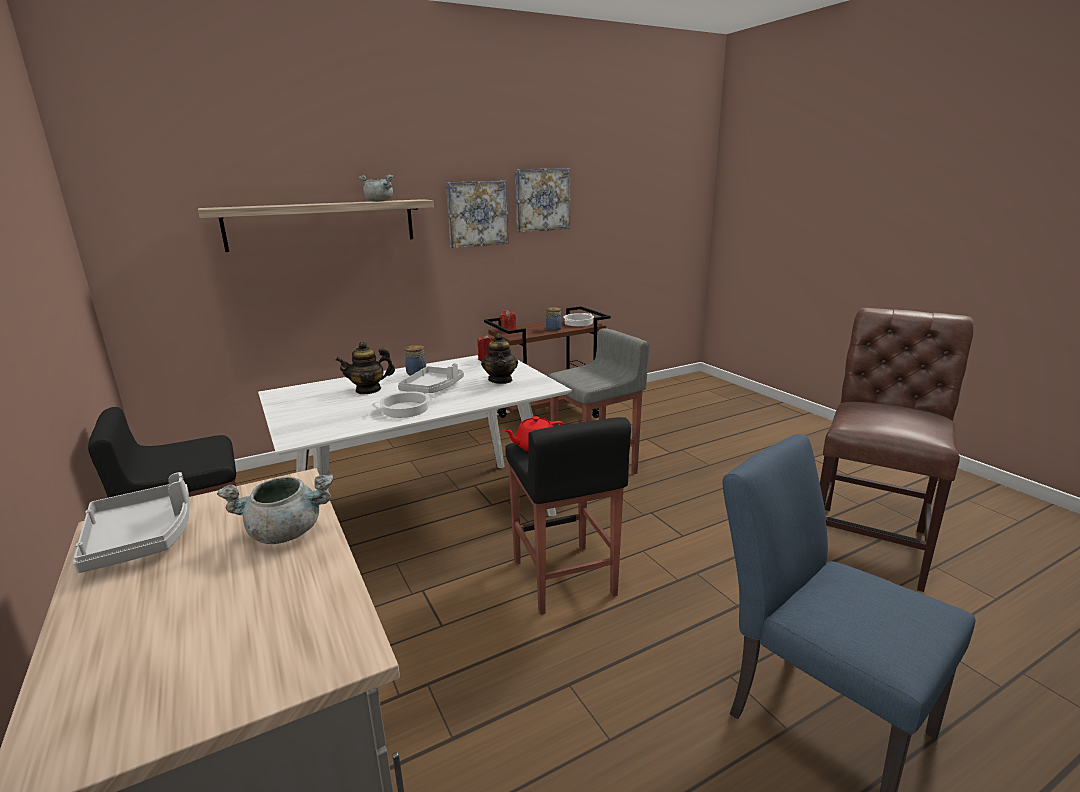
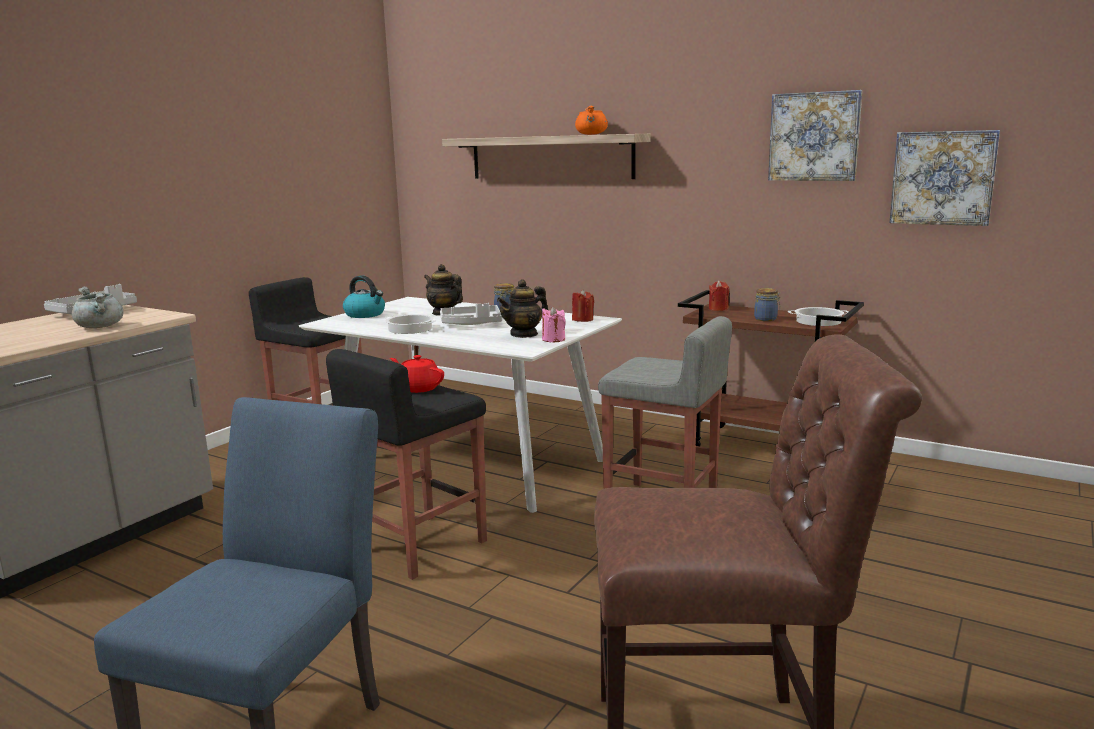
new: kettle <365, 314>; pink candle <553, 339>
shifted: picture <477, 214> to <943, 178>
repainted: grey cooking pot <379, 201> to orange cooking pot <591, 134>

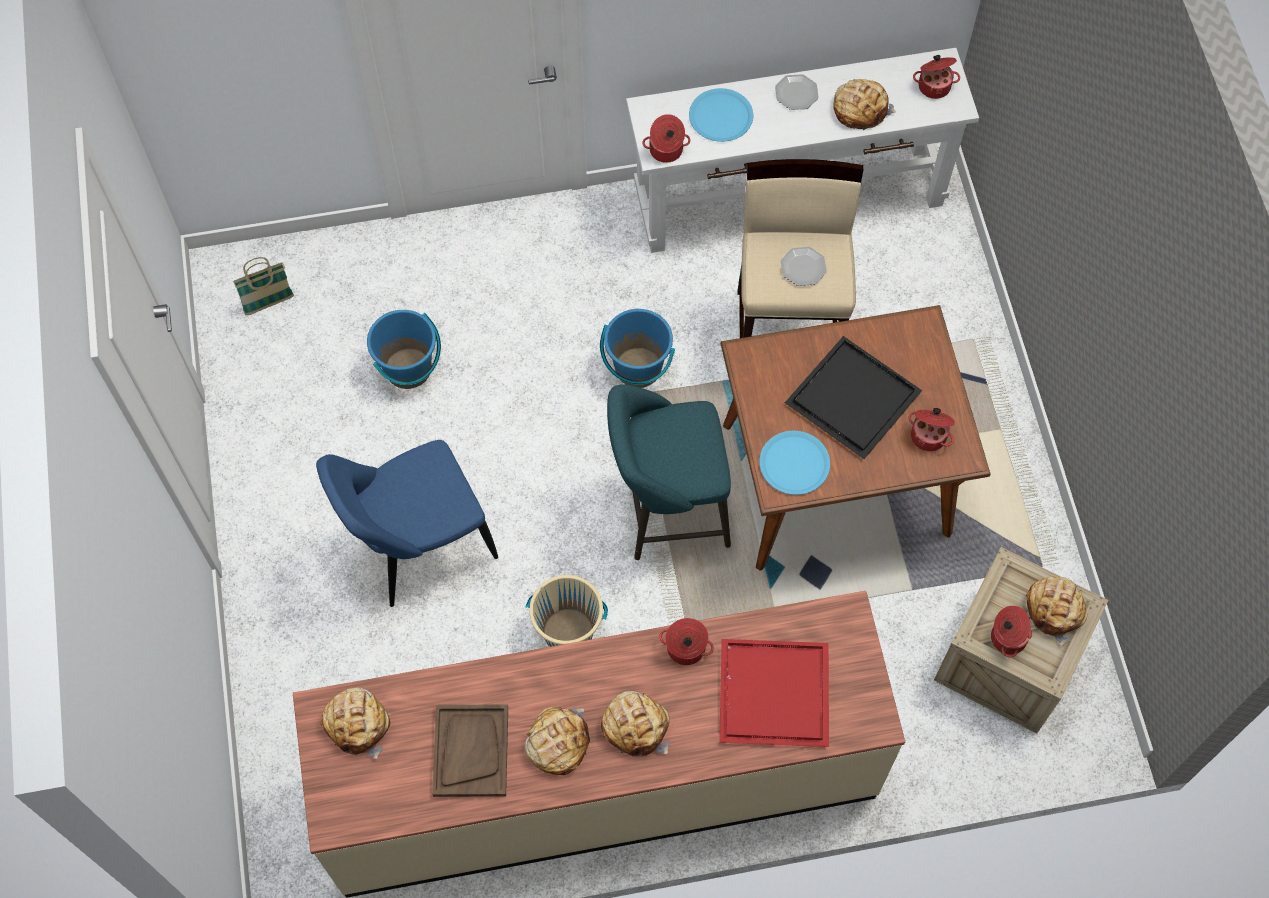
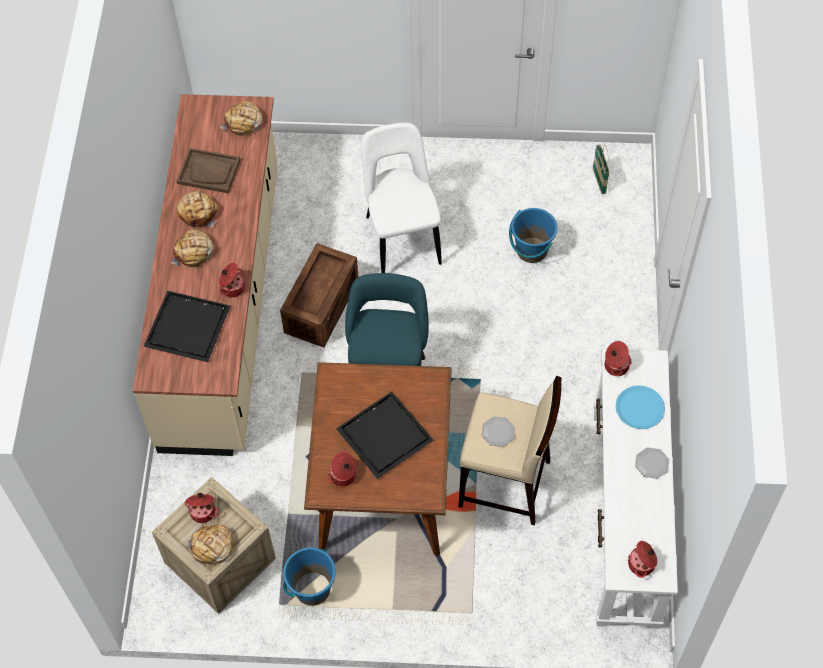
gone: bread <860, 108>; blue plate <794, 463>
shifted: blue bucket <638, 368> to <312, 589>
swapped: beige bucket <568, 631> to crate <321, 307>
repainted: blue chair <418, 547> to white chair <402, 237>; red tray <772, 691> to black tray <189, 326>

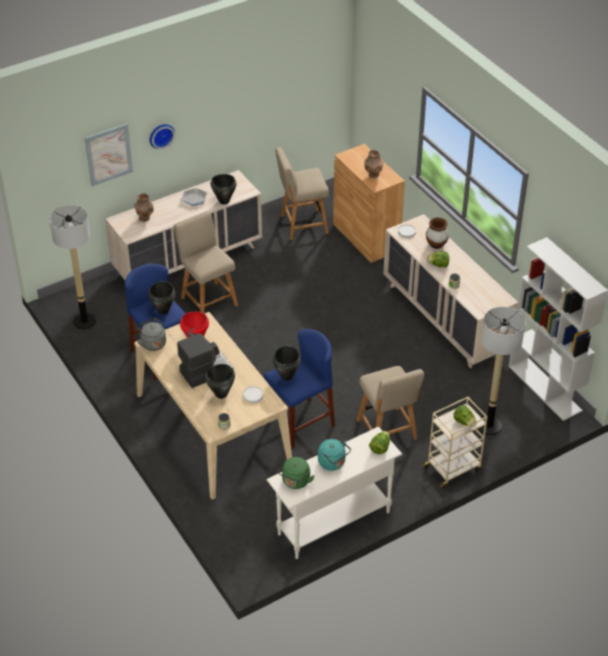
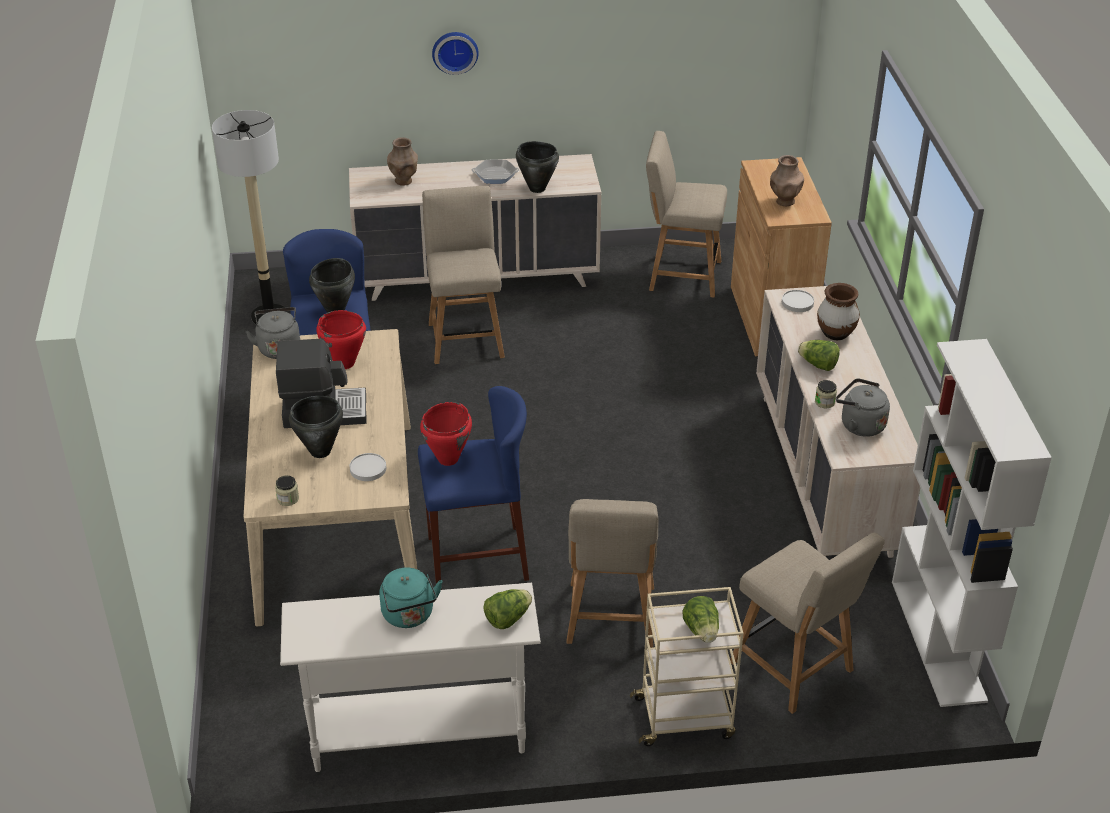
gone: picture <108, 154>; green kettle <295, 482>
new: grey kettle <859, 425>
swapped: floor lamp <489, 426> to beige chair <795, 670>
repainted: black cooking pot <287, 376> to red cooking pot <448, 459>

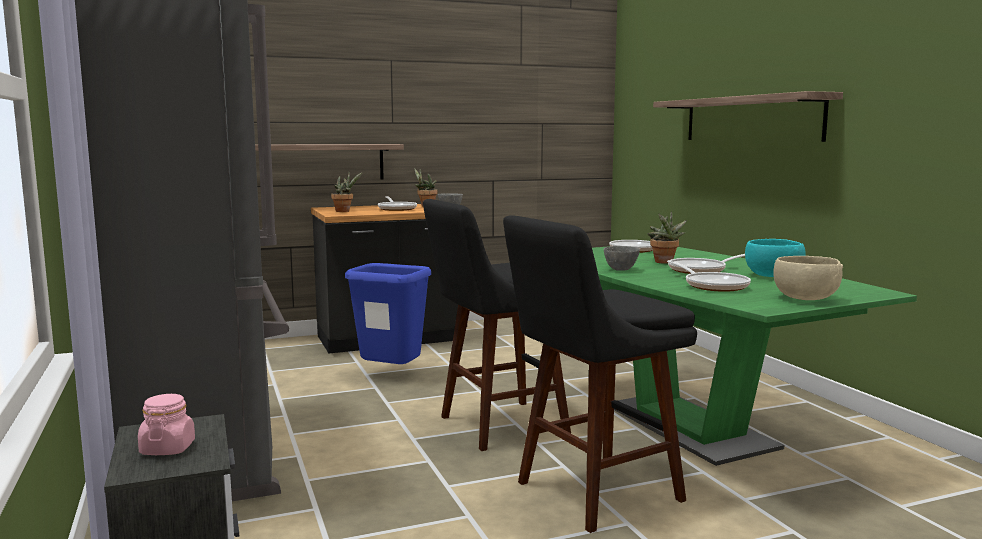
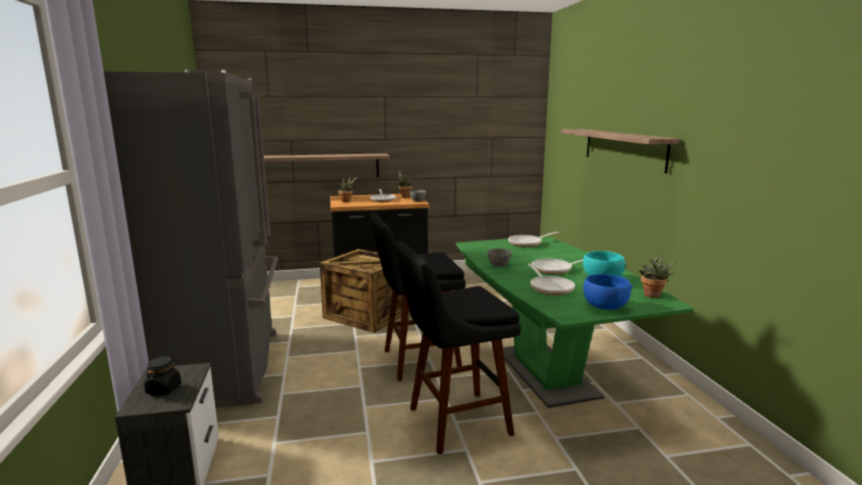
shifted: potted plant <664, 262> to <652, 296>
swapped: blue trash can <391, 376> to crate <367, 314>
repainted: beige bowl <805, 299> to blue bowl <605, 307>; pink jar <168, 448> to black jar <163, 389>

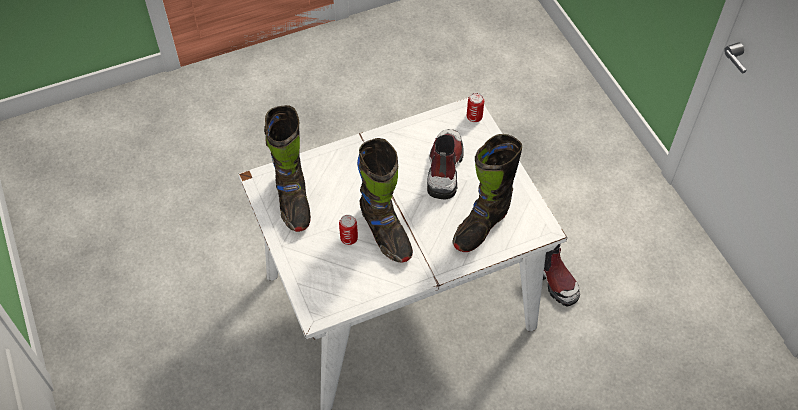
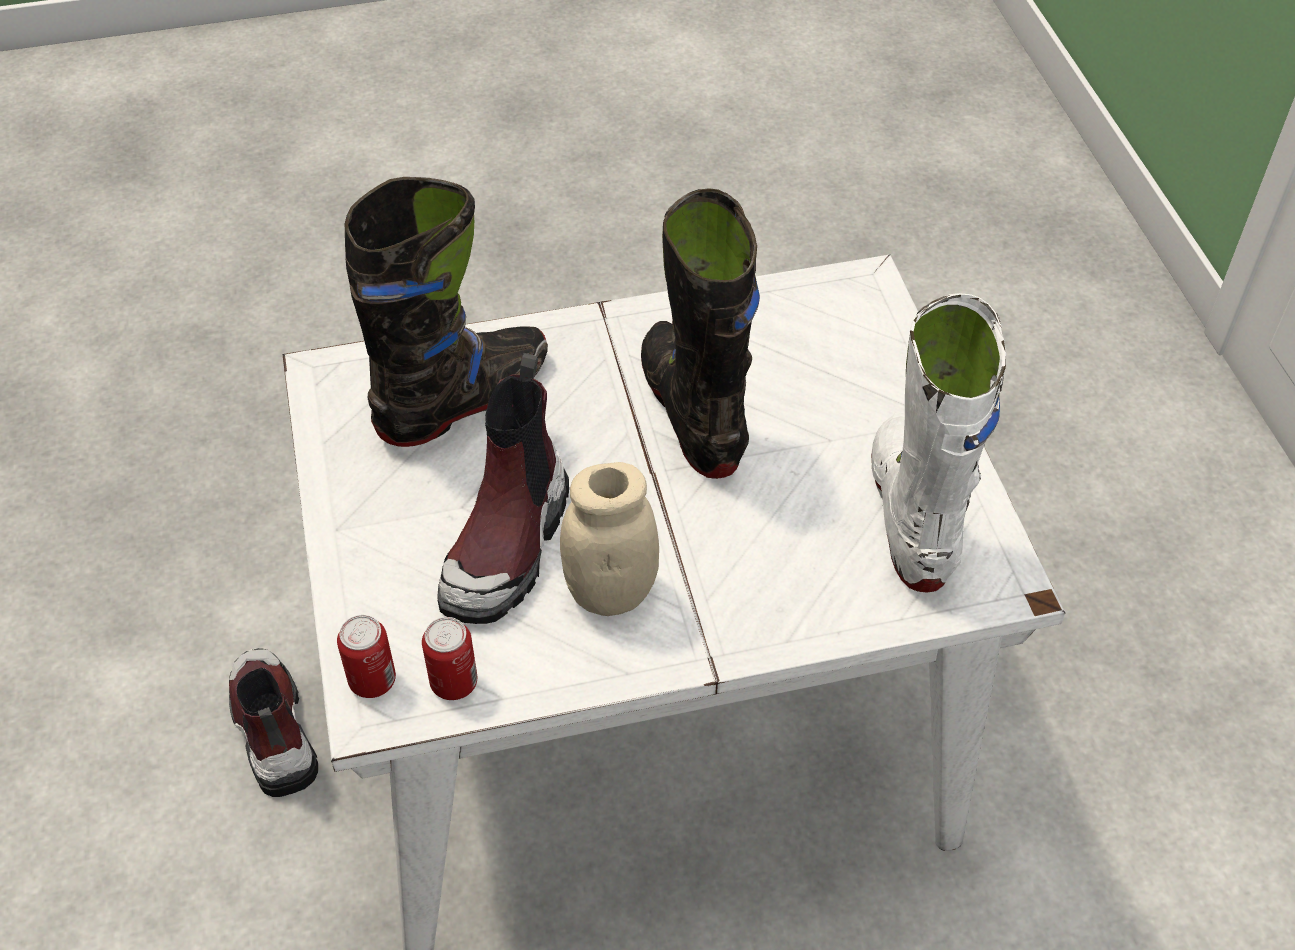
new: beige jar <611, 592>
shifted: can <349, 238> to <454, 683>
repainted: black boot <293, 201> to white boot <913, 515>

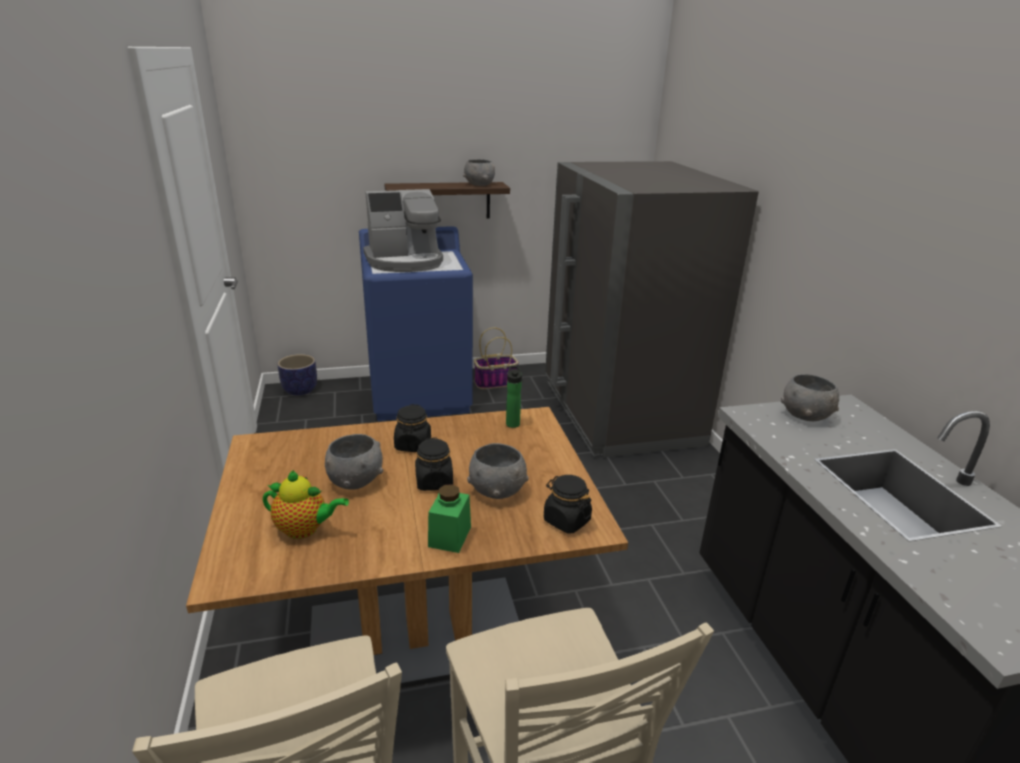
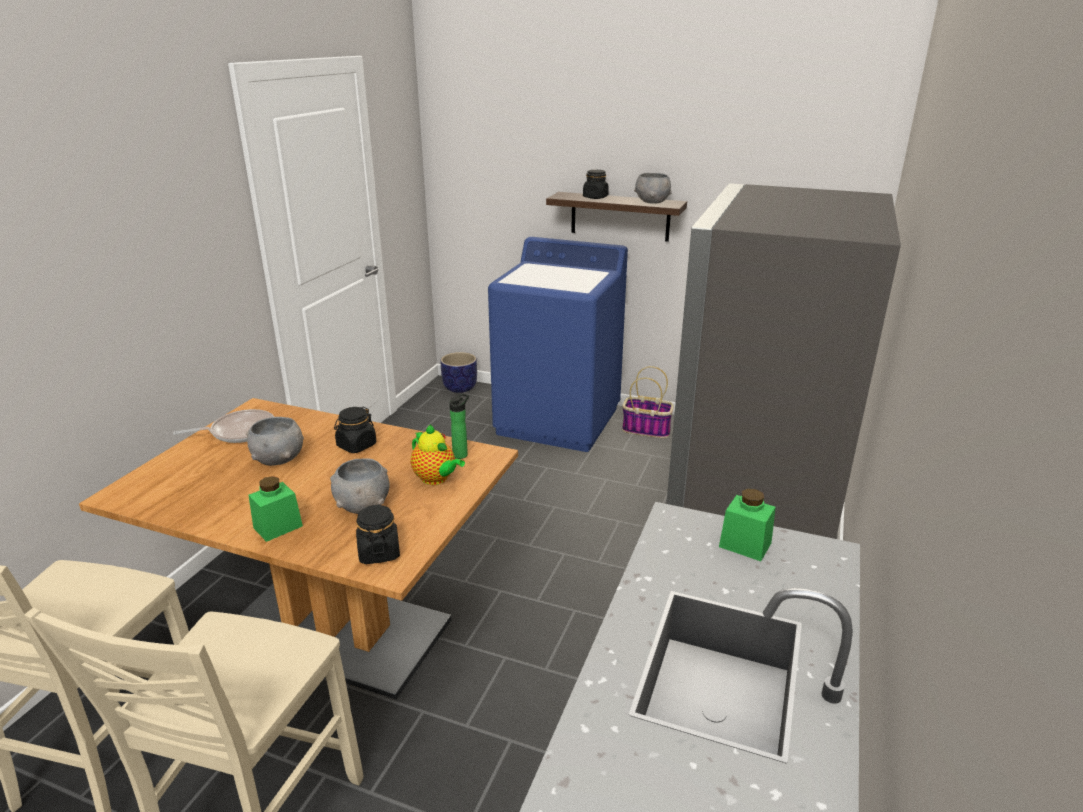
gone: coffee machine <405, 261>
new: frying pan <239, 432>
shifted: black jar <434, 482> to <595, 197>; teapot <305, 529> to <436, 479>
swapped: grey bowl <805, 416> to green jar <745, 545>

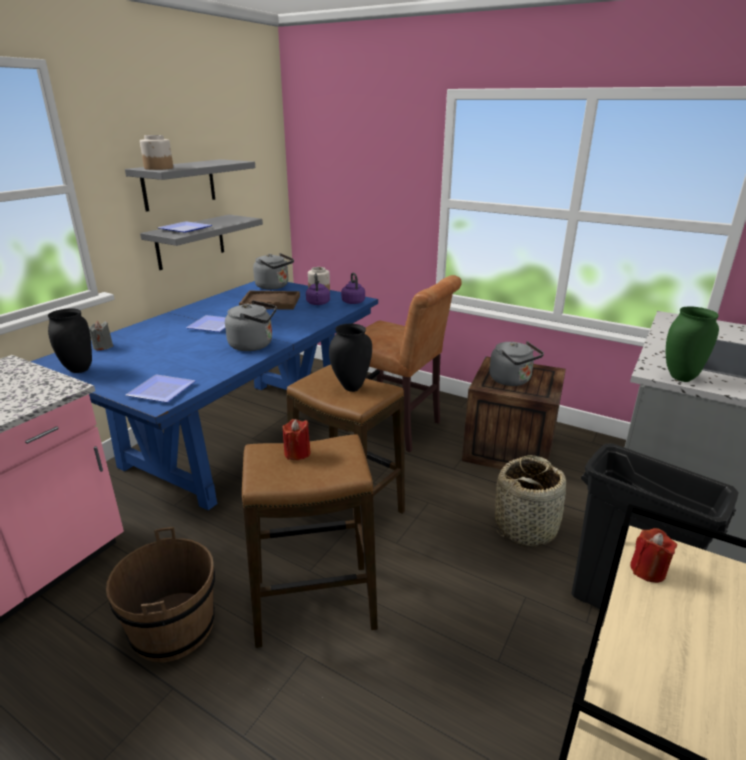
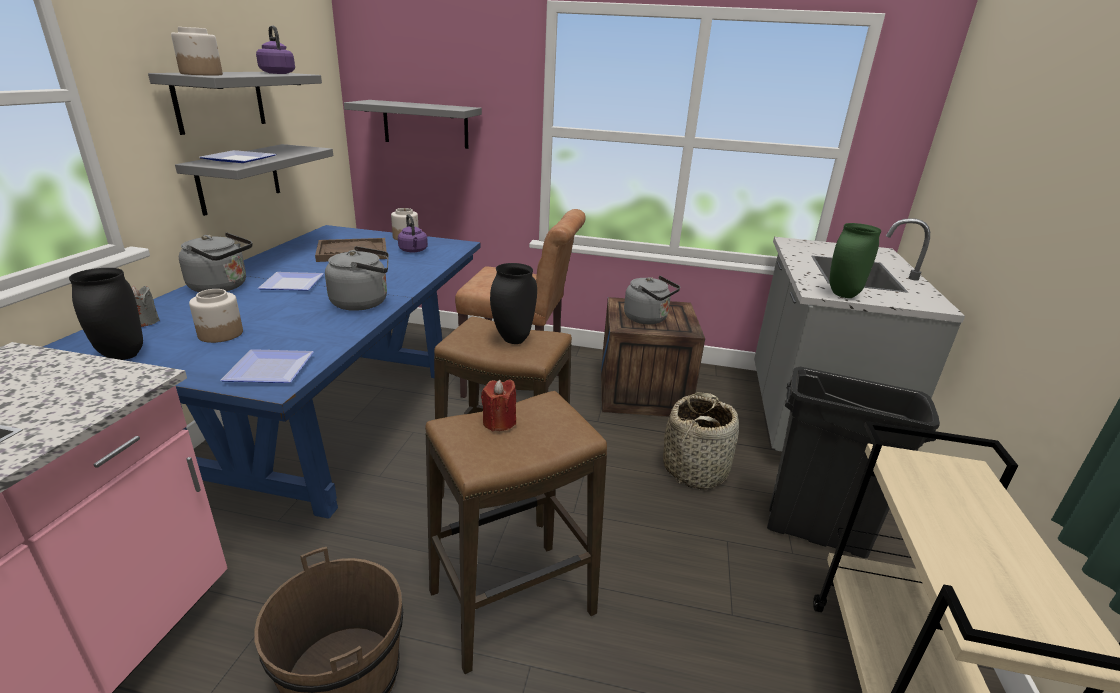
gone: red candle <647, 570>
new: grey shelf <425, 124>; jar <220, 334>
shifted: grey kettle <274, 286> to <222, 287>; purple kettle <353, 301> to <277, 73>

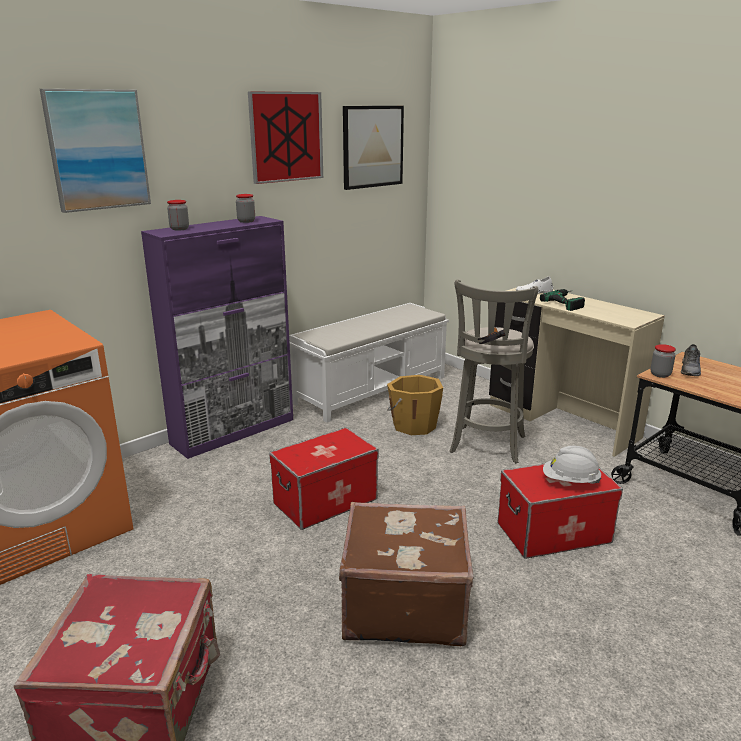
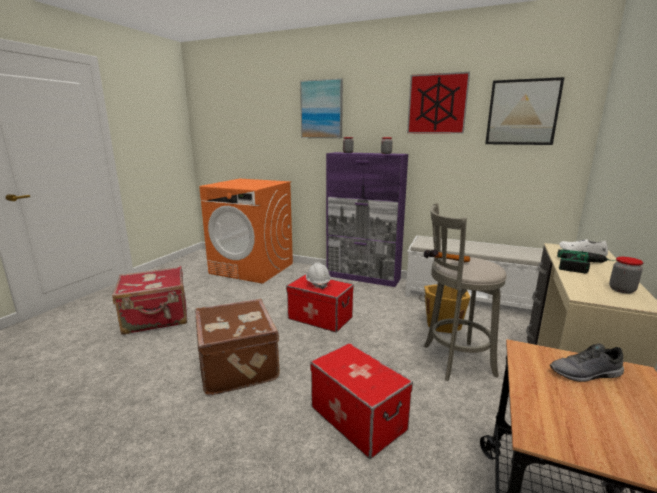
shifted: jar <660, 374> to <621, 290>; white hard hat <570, 481> to <318, 284>

